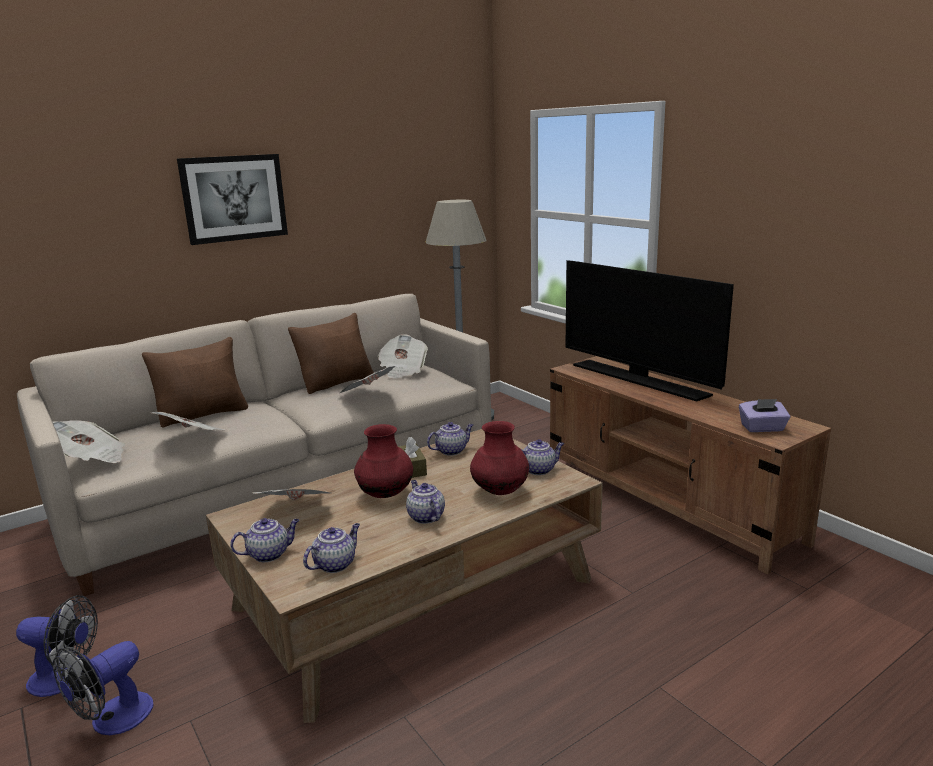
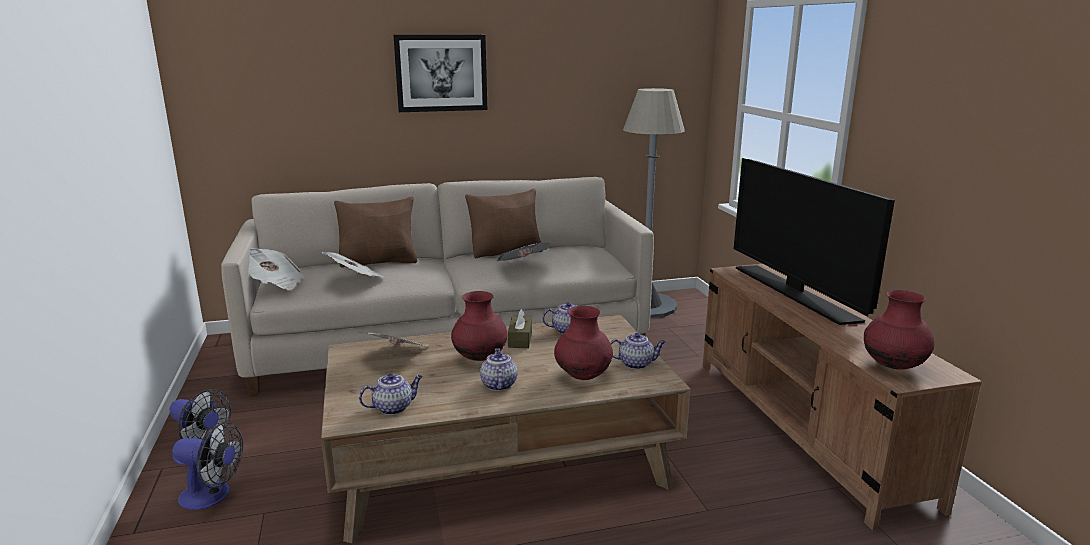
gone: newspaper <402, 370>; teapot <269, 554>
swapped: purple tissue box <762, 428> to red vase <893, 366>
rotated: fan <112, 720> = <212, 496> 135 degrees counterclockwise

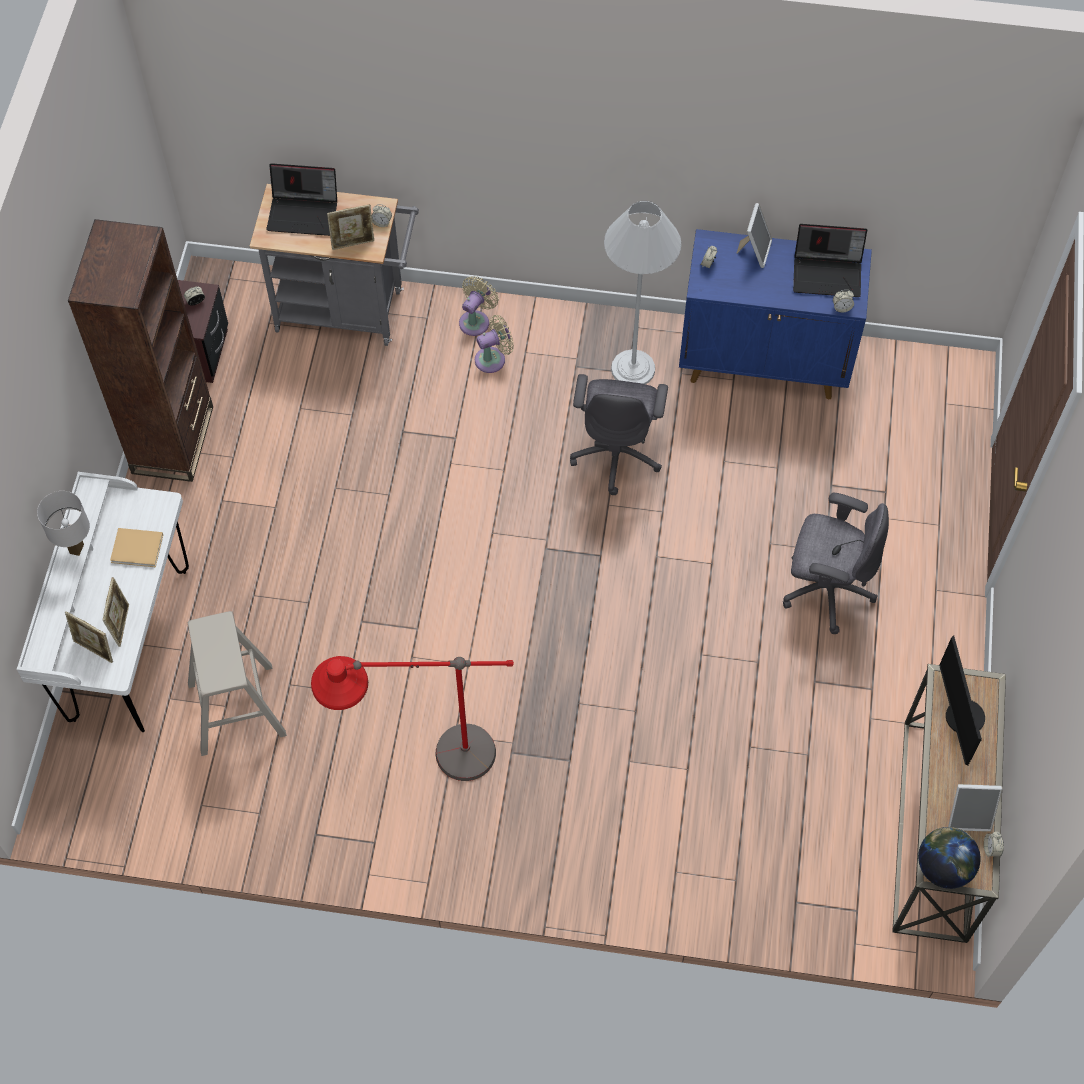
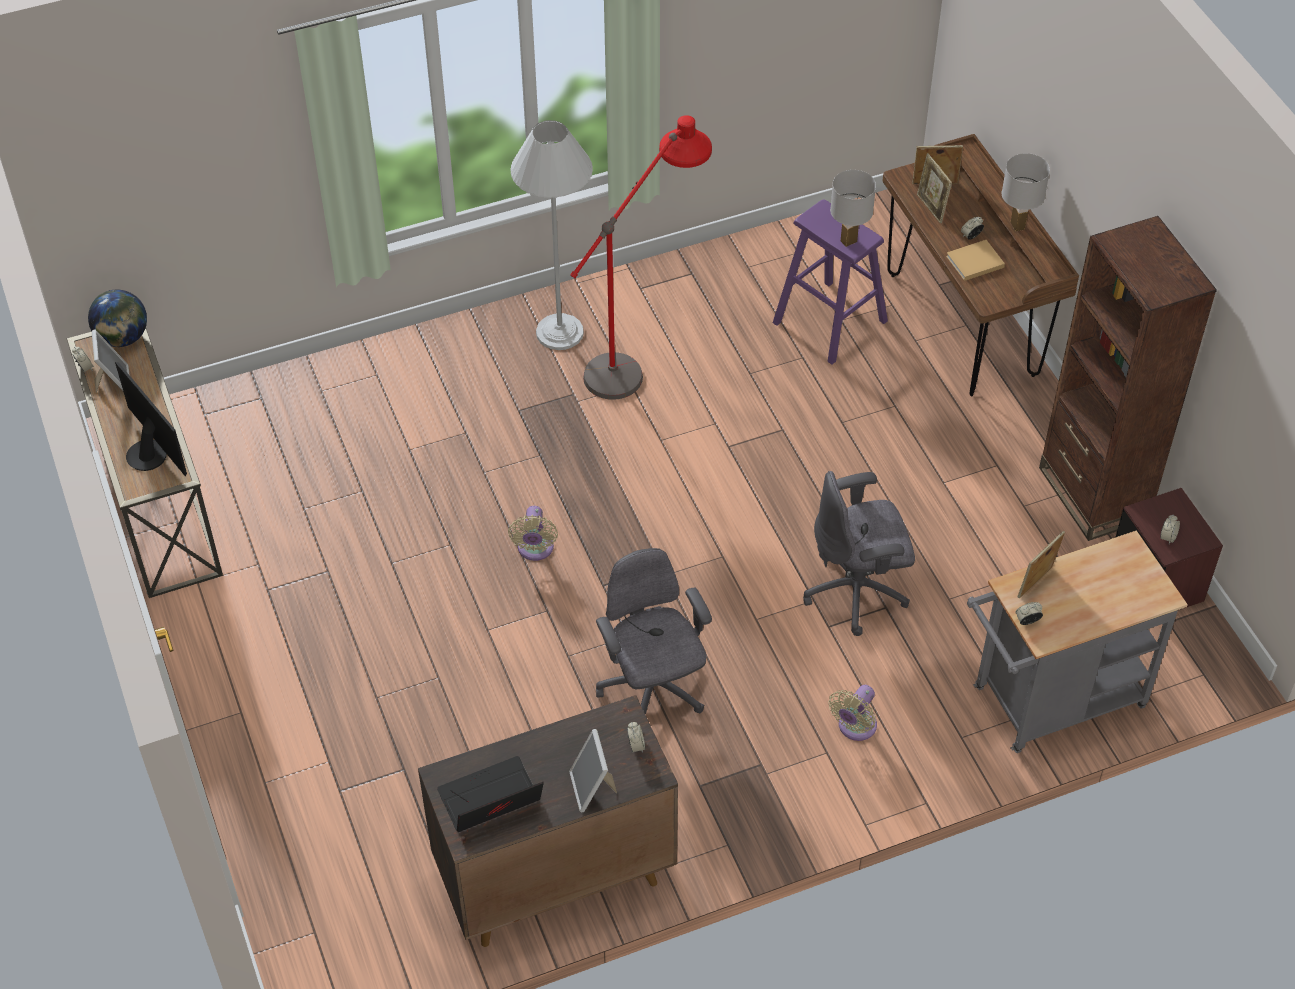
gone: laptop <304, 213>
new: white table lamp <848, 241>
shifted: white floor lamp <633, 369> to <560, 332>; beige fan <476, 320> to <535, 550>; alarm clock <841, 308> to <971, 236>; grey office chair <826, 589> to <857, 592>
repainted: blue cabinet <765, 361> to brown cabinet <553, 877>; white desk <129, 644> to brown desk <962, 324>; beige stool <237, 709> to purple stool <829, 322>
rotated: picture frame <969, 816> = <114, 383> 105 degrees clockwise

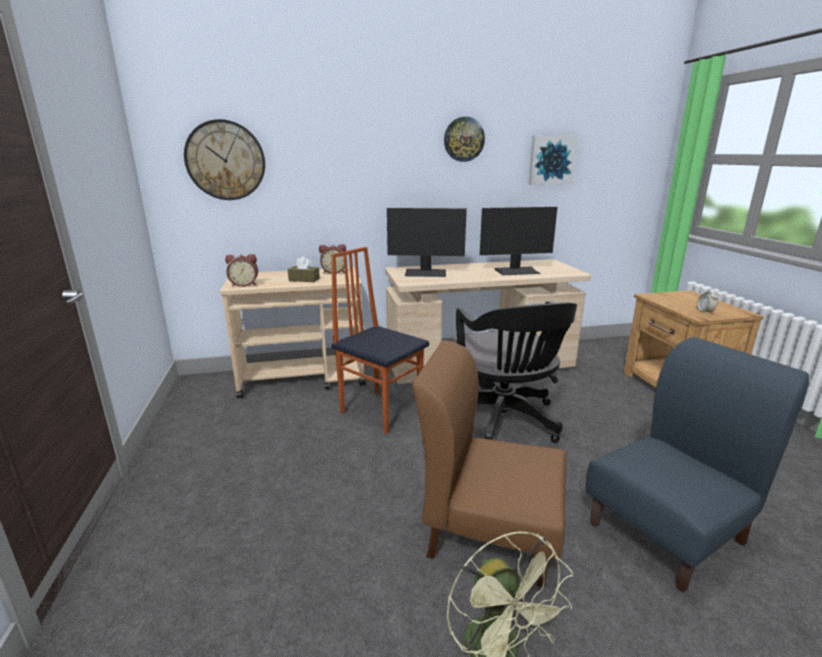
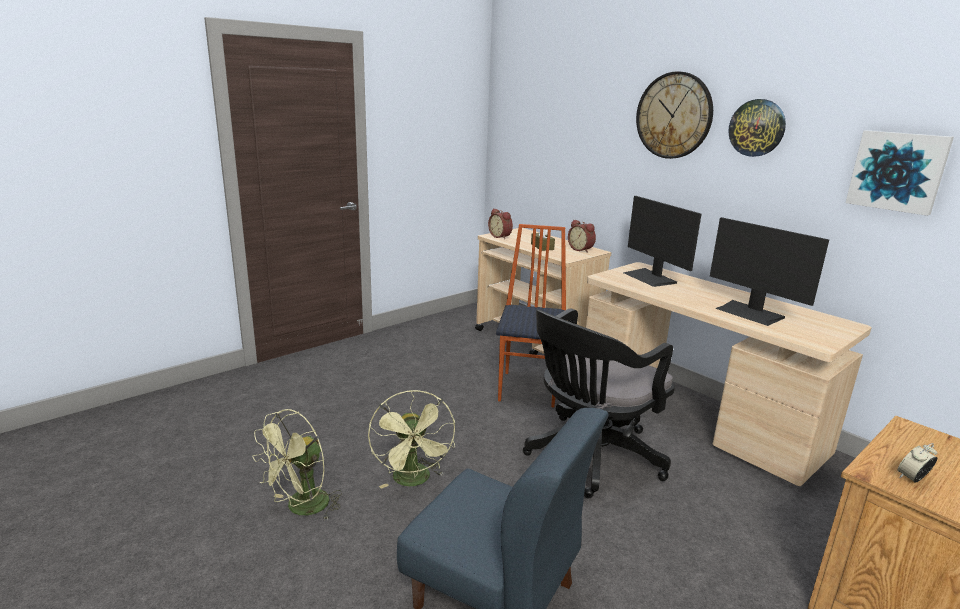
shifted: wall clock <225, 160> to <674, 115>
swapped: brown chair <489, 532> to green fan <414, 481>

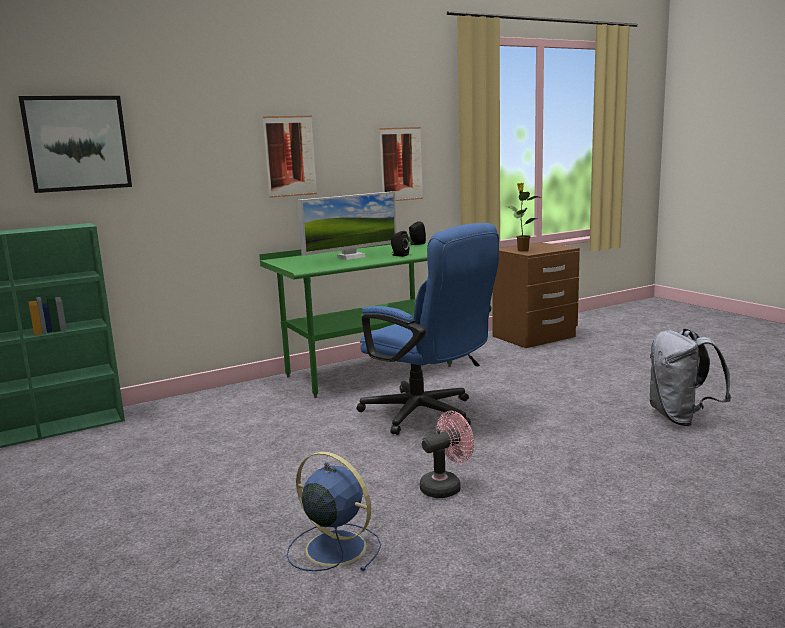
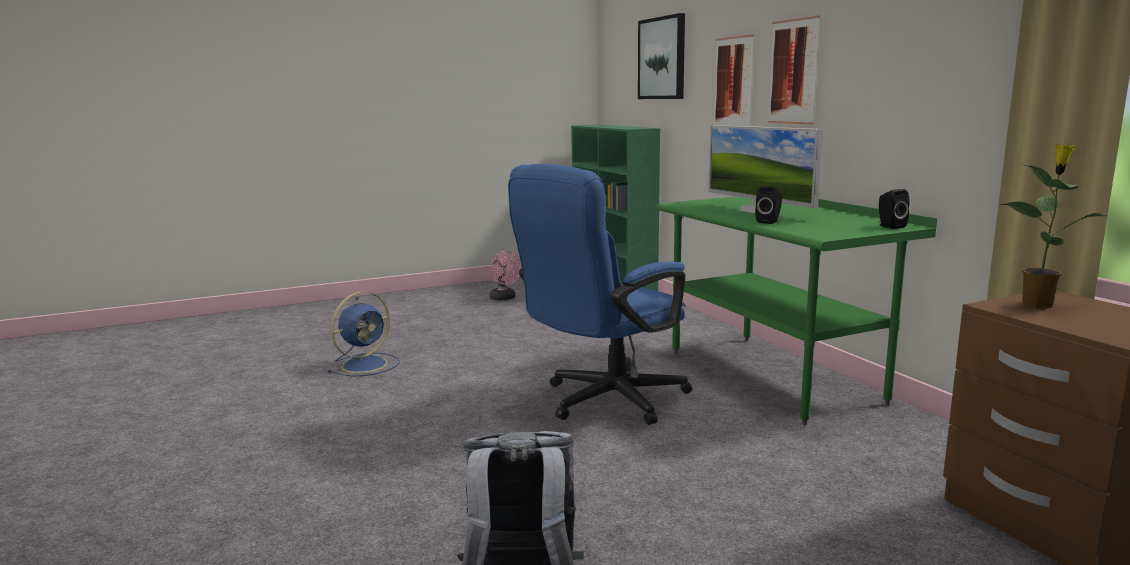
shifted: picture <401, 164> to <733, 83>; pink fan <446, 486> to <504, 298>

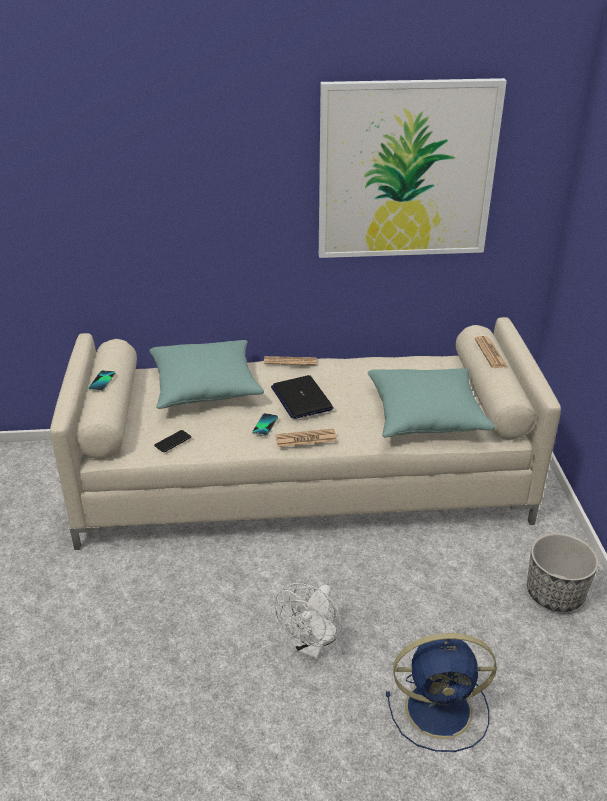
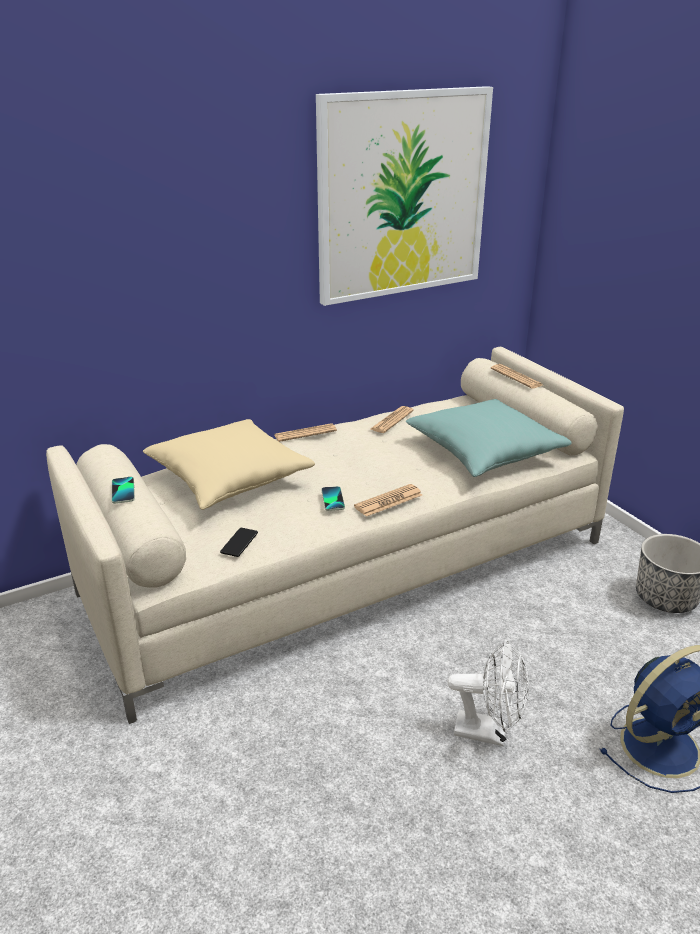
gone: laptop <301, 398>
new: newspaper <391, 420>
repainted: turquoise pillow <205, 387> to beige pillow <229, 478>
rotated: white fan <311, 646> = <489, 732> 75 degrees counterclockwise

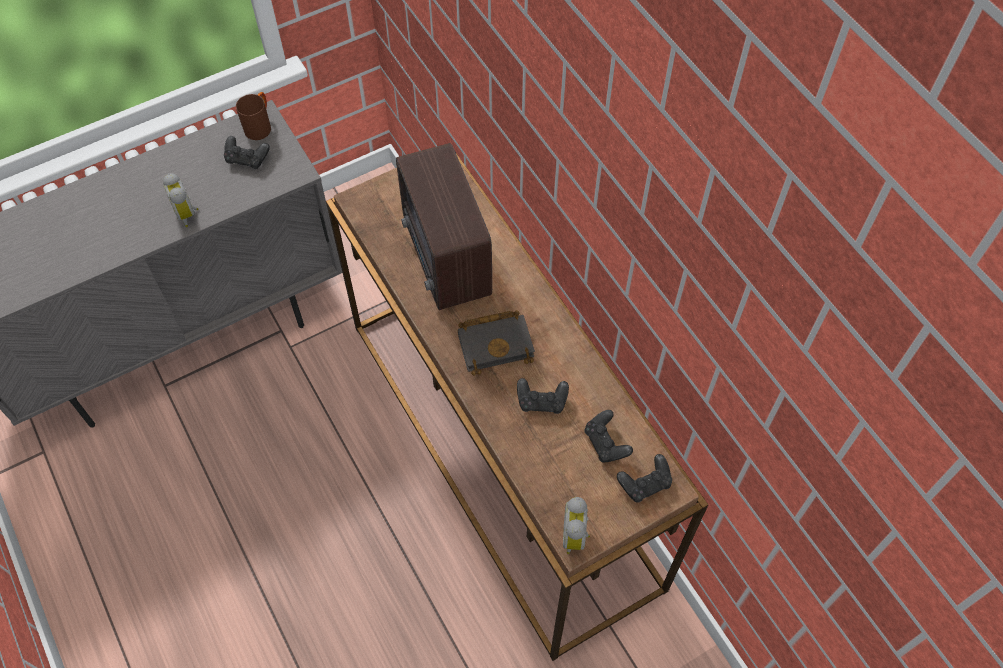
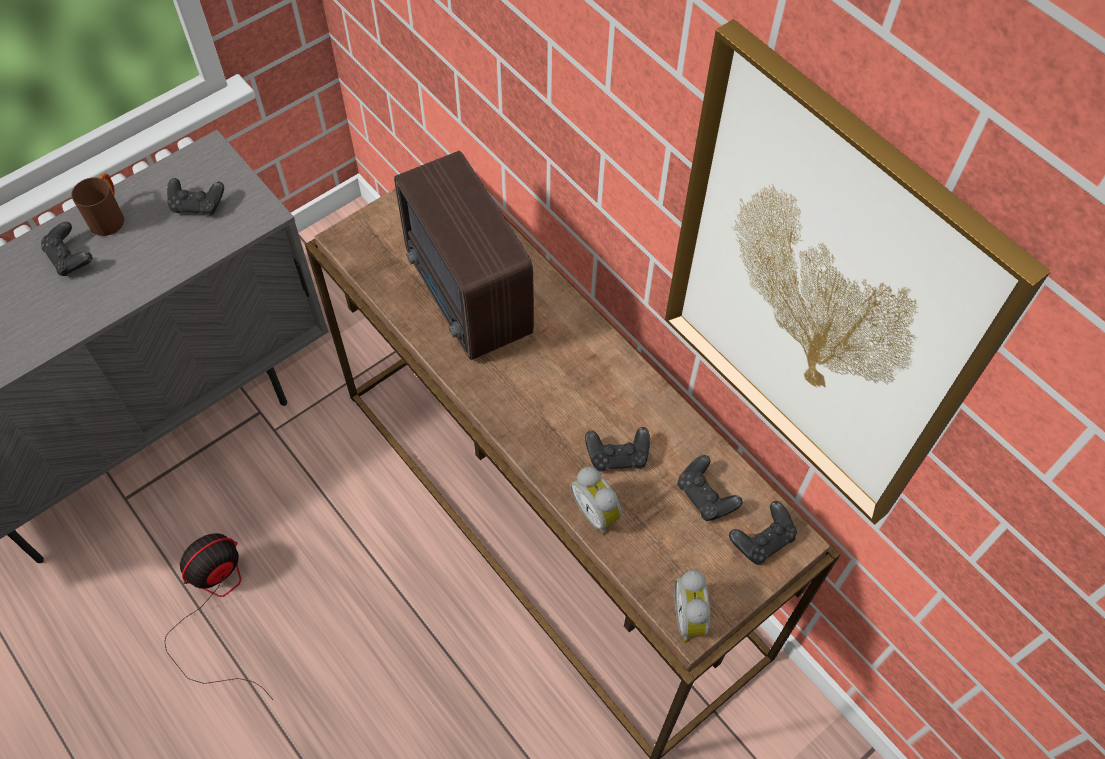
gone: black book <497, 343>
new: picture <819, 295>; black game controller <70, 258>; fan <215, 605>
shifted: brown mug <260, 126> to <109, 217>; alarm clock <188, 213> to <597, 512>

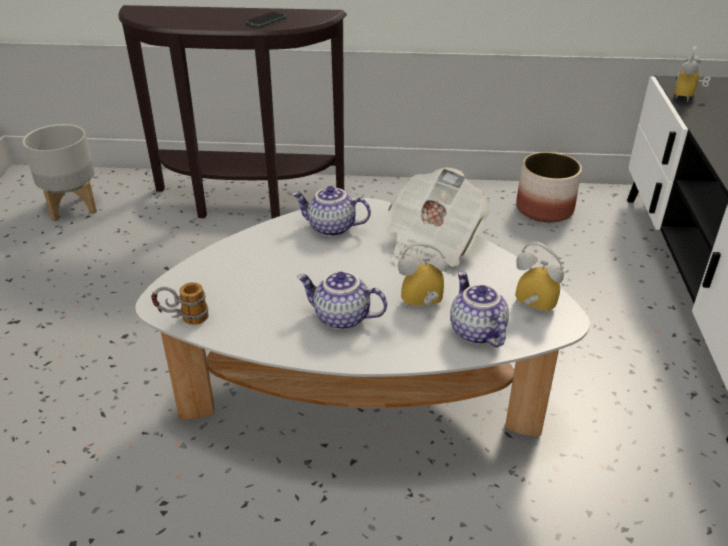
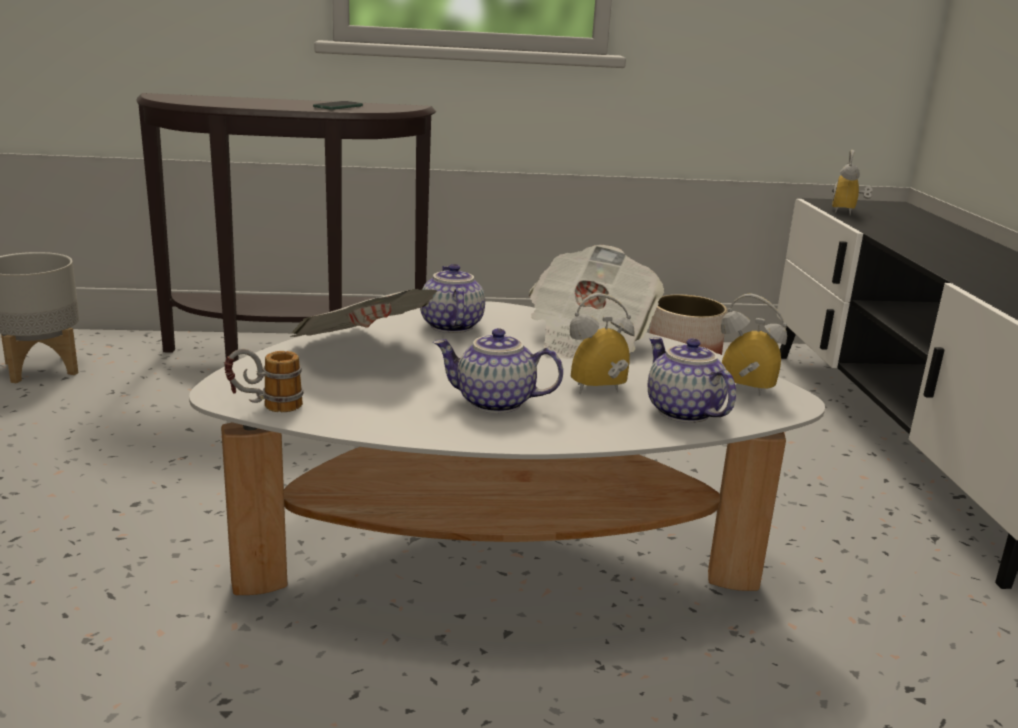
new: newspaper <362, 352>
rotated: teapot <331, 228> = <449, 326> 75 degrees clockwise

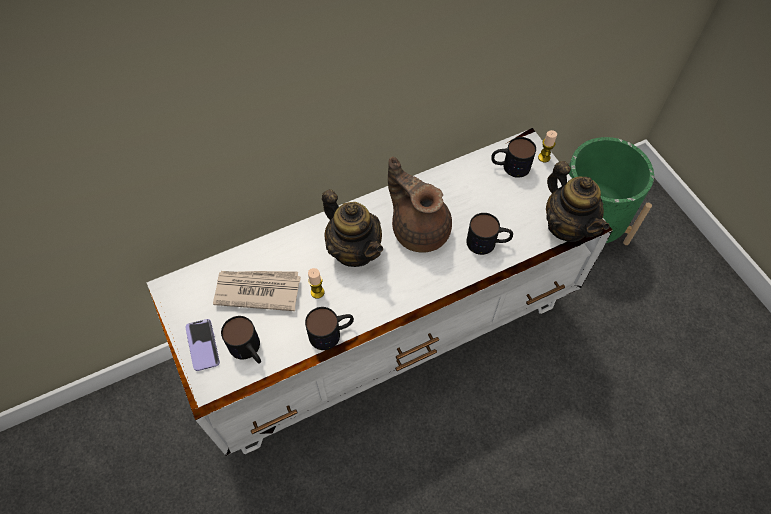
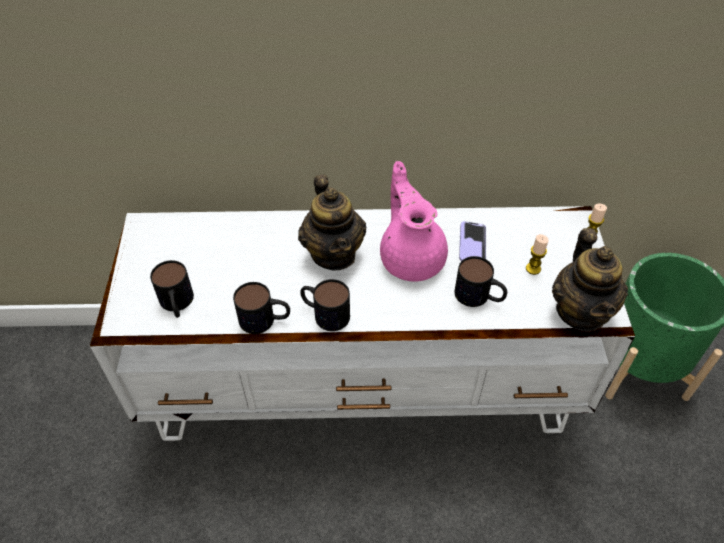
gone: newspaper <257, 290>
shifted: mug <509, 166> to <324, 313>; candle <317, 292> to <533, 268>; phone <203, 345> to <472, 244>
repainted: brown teapot <419, 228> to pink teapot <411, 257>

